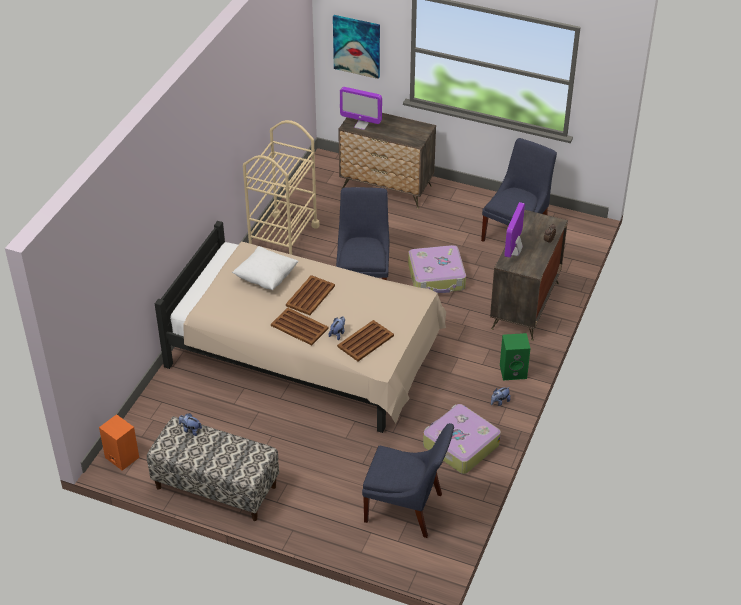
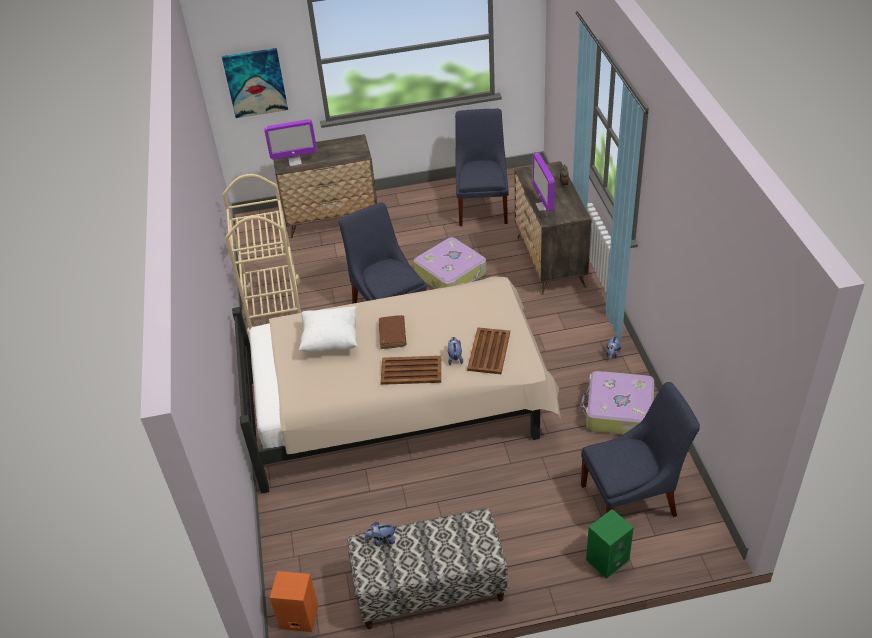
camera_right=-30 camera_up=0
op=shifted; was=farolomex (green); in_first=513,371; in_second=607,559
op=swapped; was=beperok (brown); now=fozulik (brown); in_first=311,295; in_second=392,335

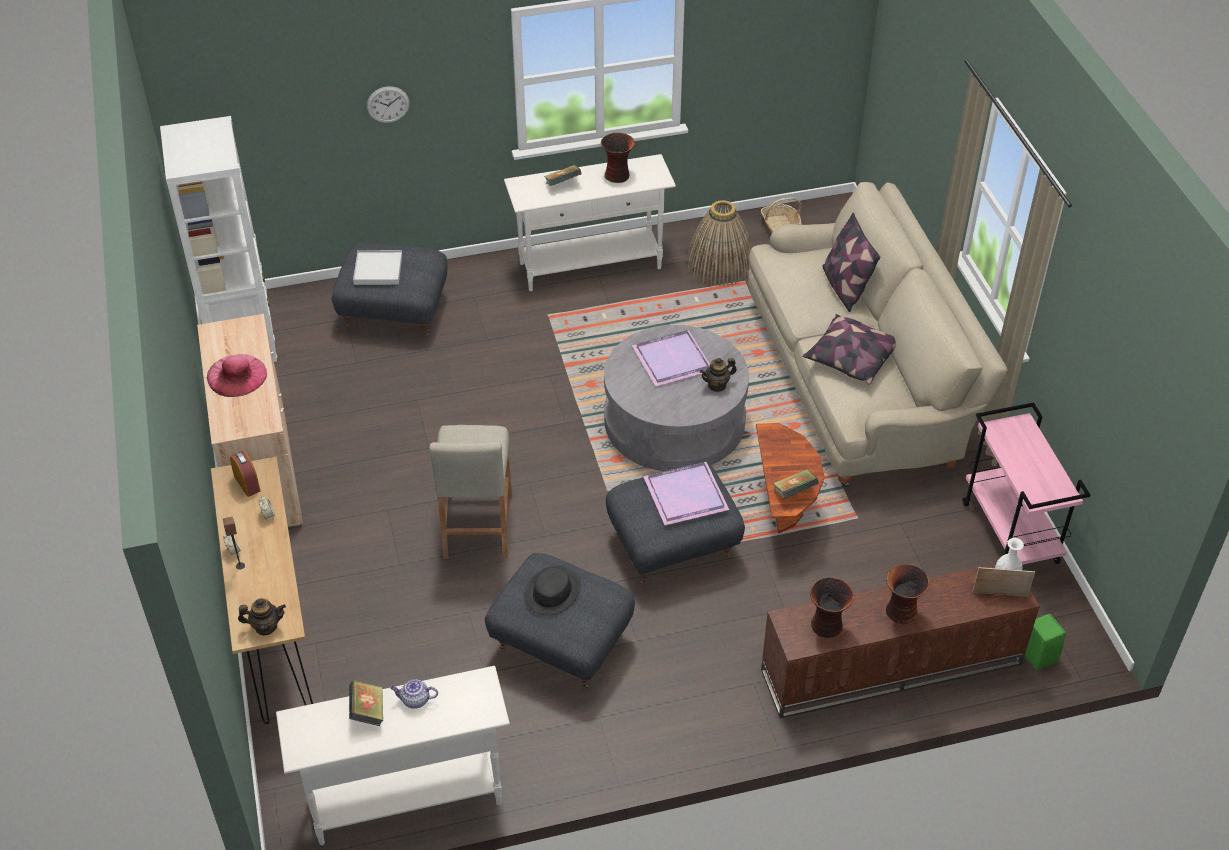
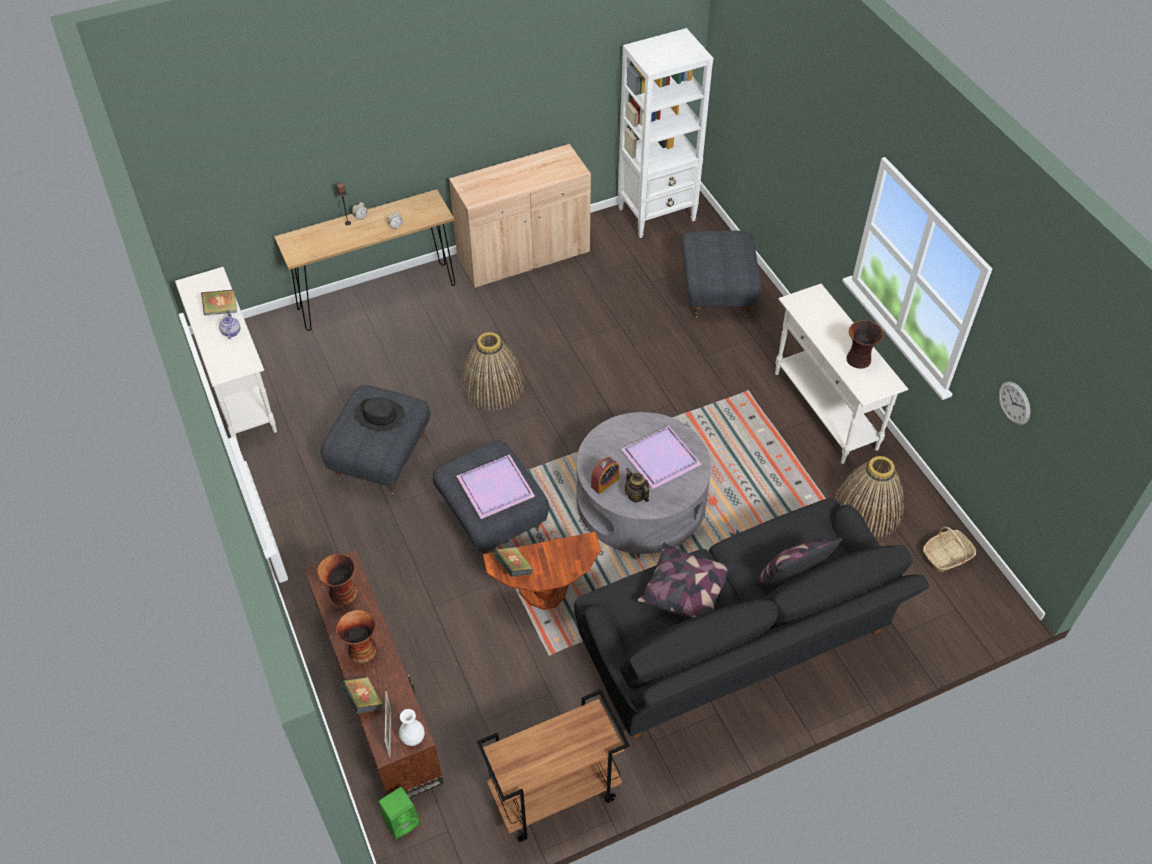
camera_right=80 camera_up=5
op=gone; was=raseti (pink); in_first=236,375
op=gone; was=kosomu; in_first=265,626
op=gone; was=beperok (white); in_first=378,270
op=shifted; was=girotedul; in_first=247,483; in_second=605,483
op=shifted; was=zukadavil; in_first=388,104; in_second=1014,403
op=shifted; was=fozulik; in_first=563,184; in_second=363,701
op=swapped; was=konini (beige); now=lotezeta; in_first=477,525; in_second=492,386
op=repainted; was=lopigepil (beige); now=lopigepil (black); in_first=858,380; in_second=736,644
op=repainted; was=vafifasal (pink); now=vafifasal (brown); in_first=1011,533; in_second=554,795

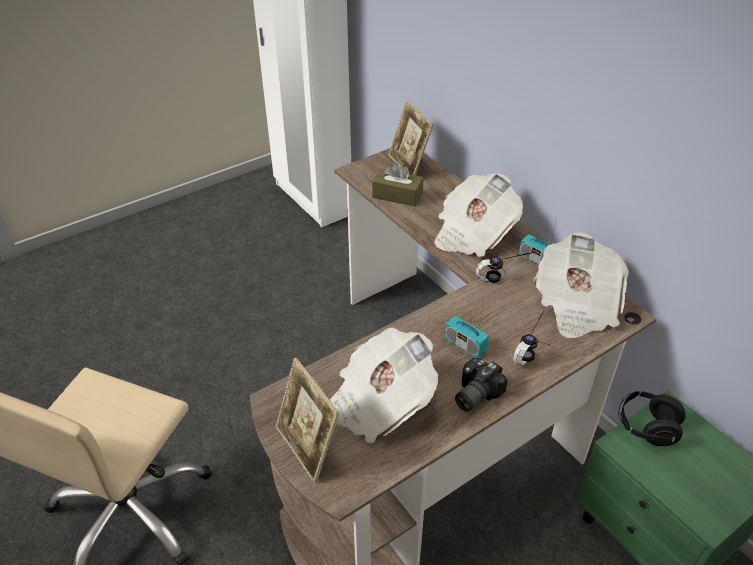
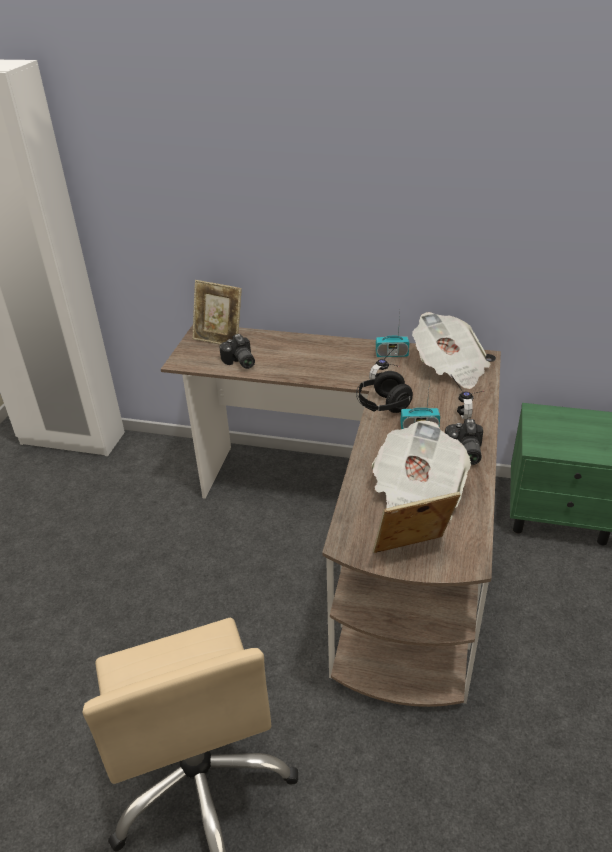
camera_right=-40 camera_up=-5
op=gone; was=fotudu; in_first=473,233
op=shifted; was=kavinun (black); in_first=646,427; in_second=382,406
op=swapped; was=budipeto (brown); now=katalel; in_first=397,195; in_second=239,362
op=rotated; was=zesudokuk; in_first=308,447; in_second=412,553; clockwise=150

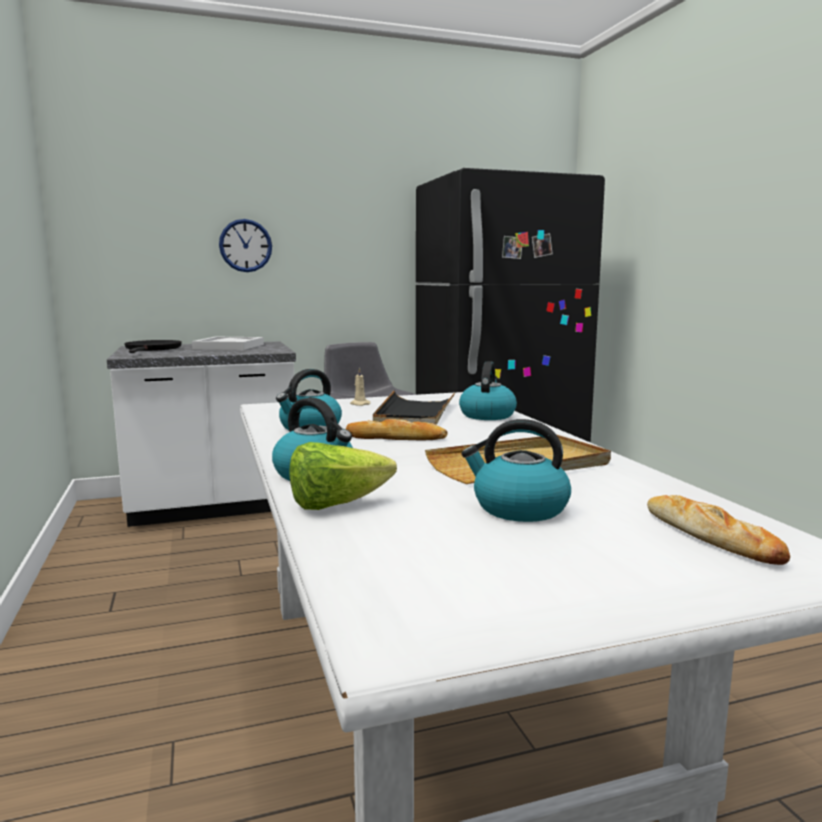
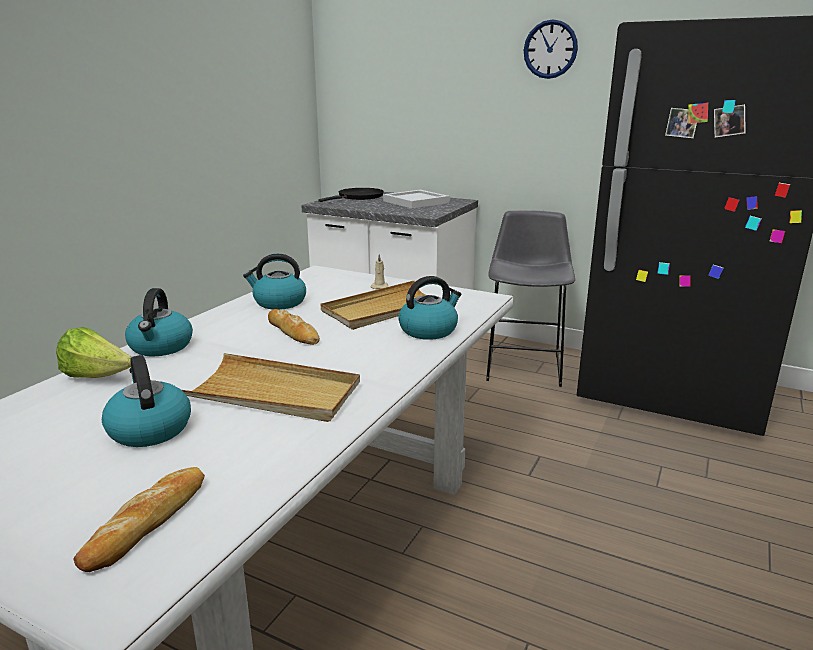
camera_right=45 camera_up=10
op=shifted; was=zukadavil; in_first=245,245; in_second=550,49
op=repainted; was=beperok (black); now=beperok (beige); in_first=414,413; in_second=385,309

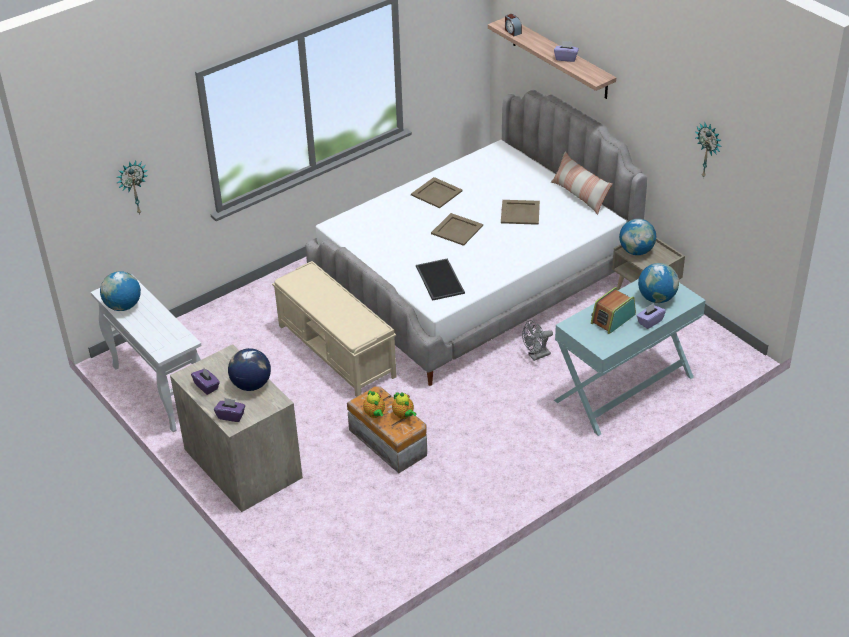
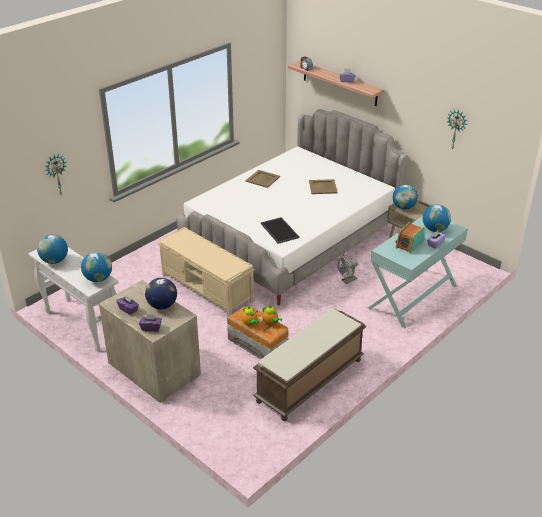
camera_right=-10 camera_up=-5
op=gone; was=beperok (beige); in_first=457,229
op=gone; was=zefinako; in_first=579,195
op=new; now=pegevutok; in_second=98,279
op=new; now=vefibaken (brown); in_second=310,381

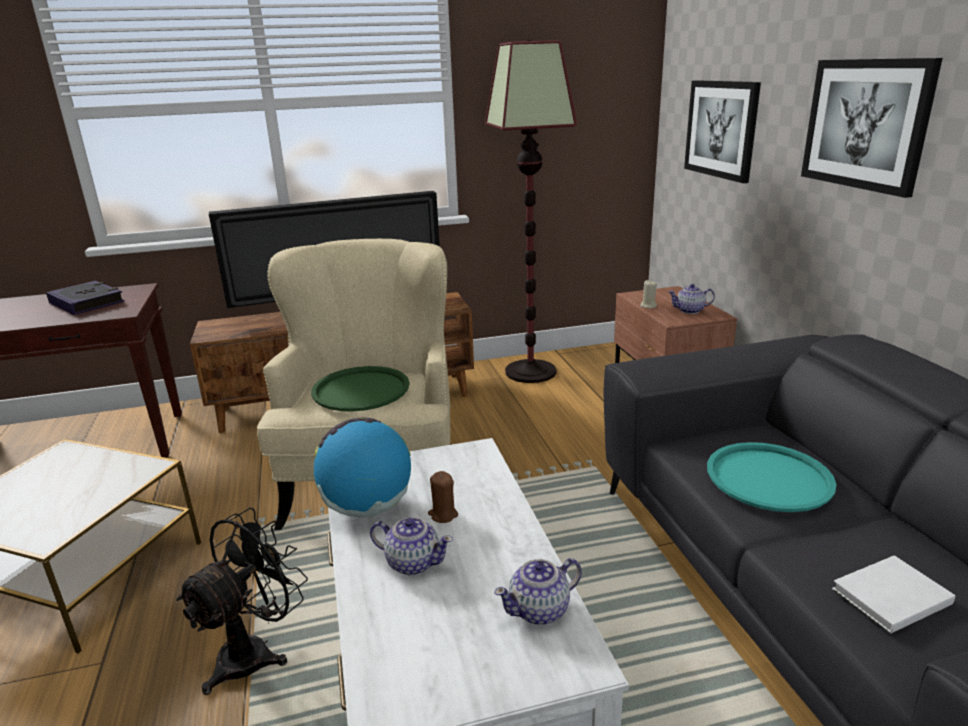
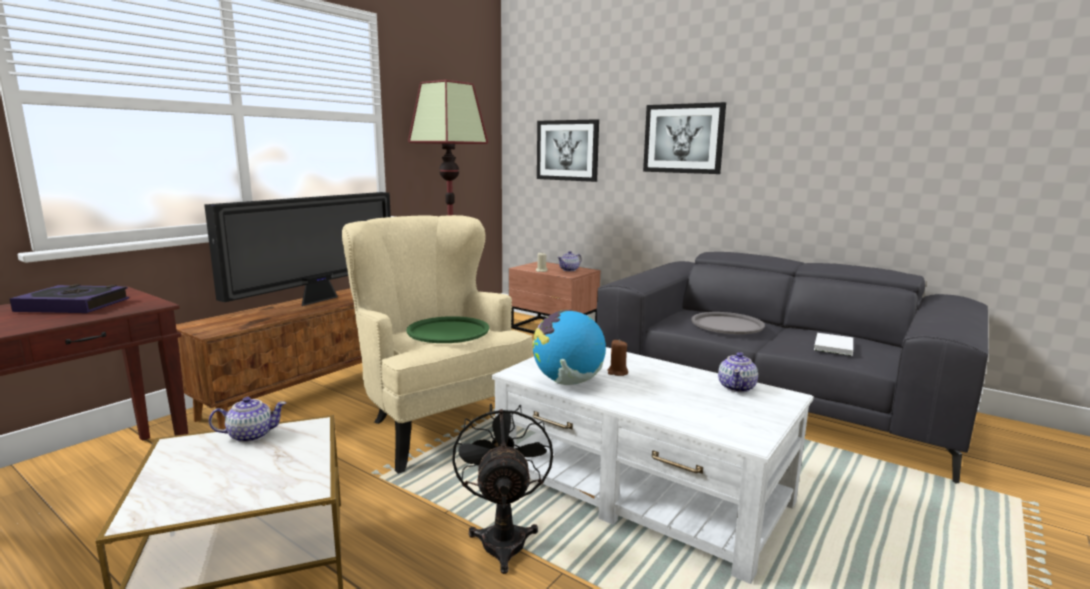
camera_right=-40 camera_up=-10
op=shifted; was=kosomu; in_first=413,562; in_second=250,435
op=repainted; was=beperok (turquoise); now=beperok (grey); in_first=769,478; in_second=727,324

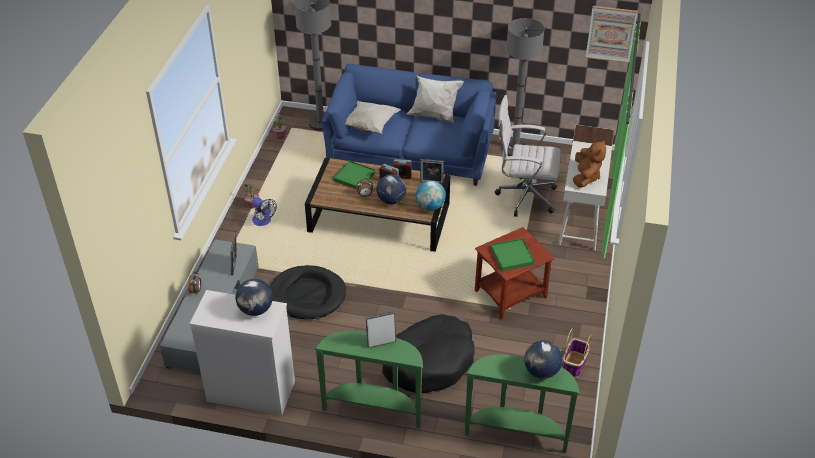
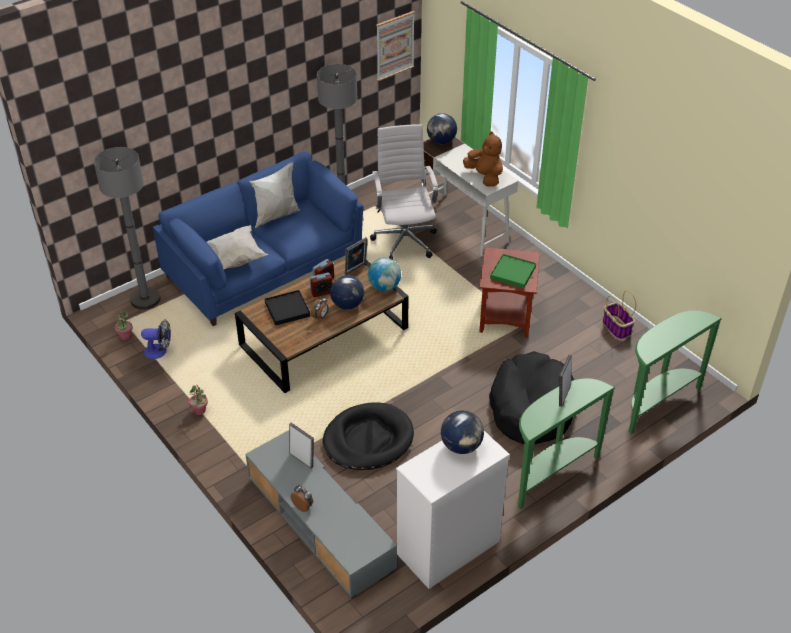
camera_right=-50 camera_up=0
op=shifted; was=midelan; in_first=263,221; in_second=159,351
op=shifted; was=pegevutok; in_first=541,371; in_second=441,141
op=repainted; was=beperok (green); now=beperok (black); in_first=354,177; in_second=287,309
op=rotated; was=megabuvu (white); in_first=523,197; in_second=404,240; clockwise=120

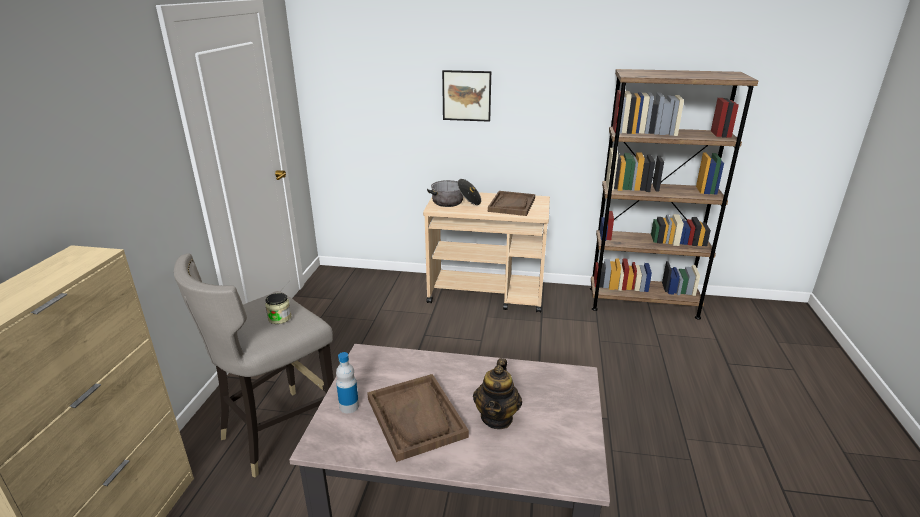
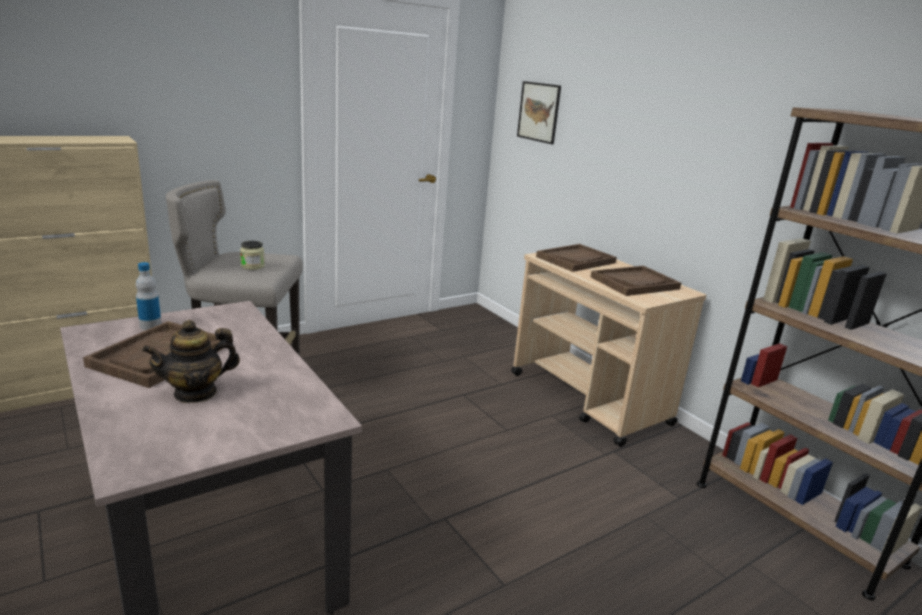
camera_right=45 camera_up=-5
op=shifted; was=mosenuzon; in_first=466,95; in_second=539,112
op=swapped; was=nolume; now=beperok (brown); in_first=455,202; in_second=575,260

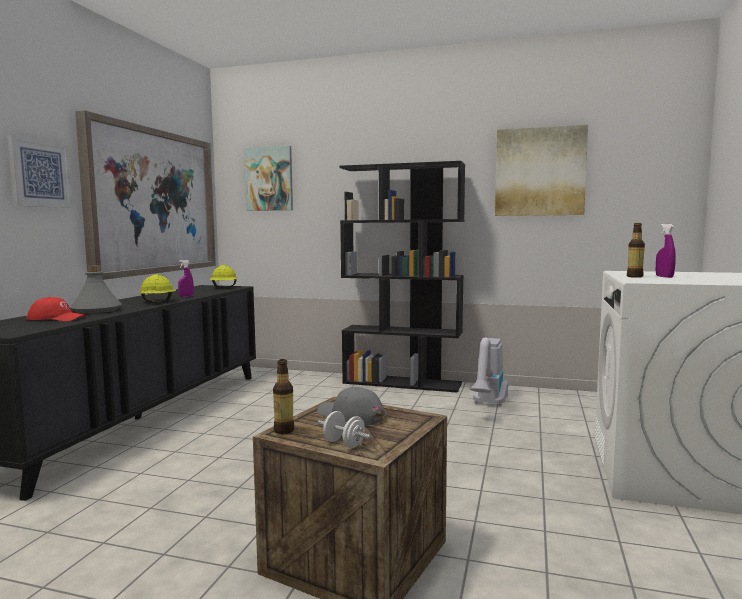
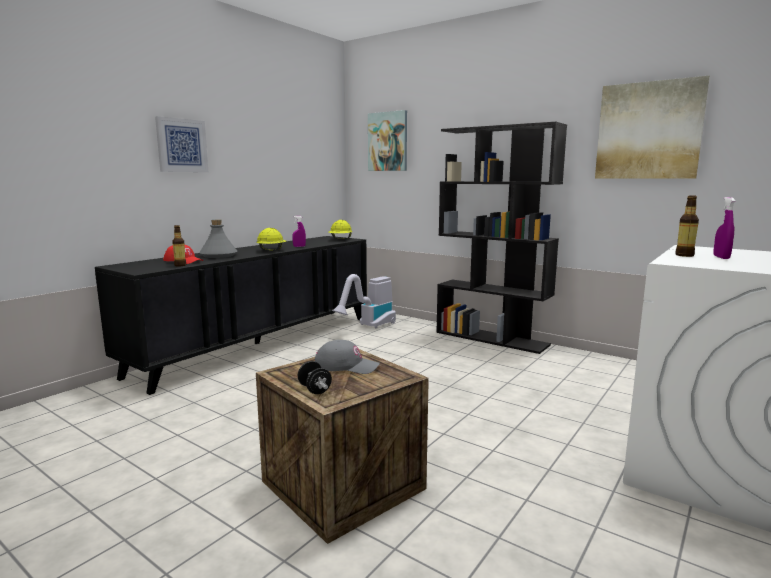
camera_right=20 camera_up=5
op=gone; was=mosenuzon; in_first=153,202
op=shifted; was=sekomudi; in_first=284,430; in_second=180,265
op=shifted; was=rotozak; in_first=488,405; in_second=368,327
op=repainted; was=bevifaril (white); now=bevifaril (black); in_first=344,444; in_second=314,389
op=rotated; was=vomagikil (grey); in_first=350,416; in_second=346,366; clockwise=135

